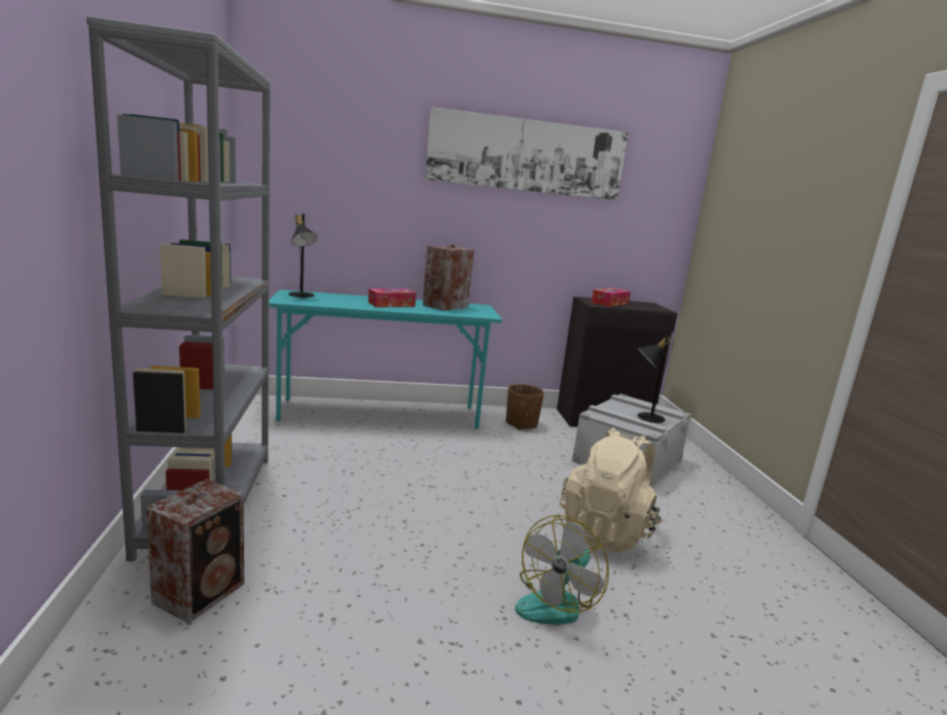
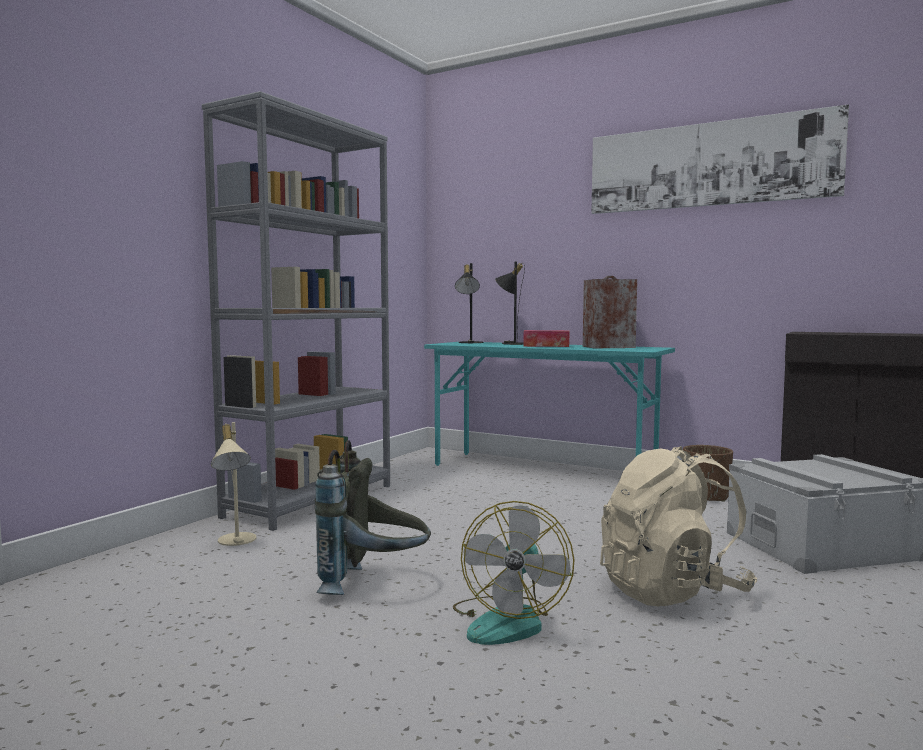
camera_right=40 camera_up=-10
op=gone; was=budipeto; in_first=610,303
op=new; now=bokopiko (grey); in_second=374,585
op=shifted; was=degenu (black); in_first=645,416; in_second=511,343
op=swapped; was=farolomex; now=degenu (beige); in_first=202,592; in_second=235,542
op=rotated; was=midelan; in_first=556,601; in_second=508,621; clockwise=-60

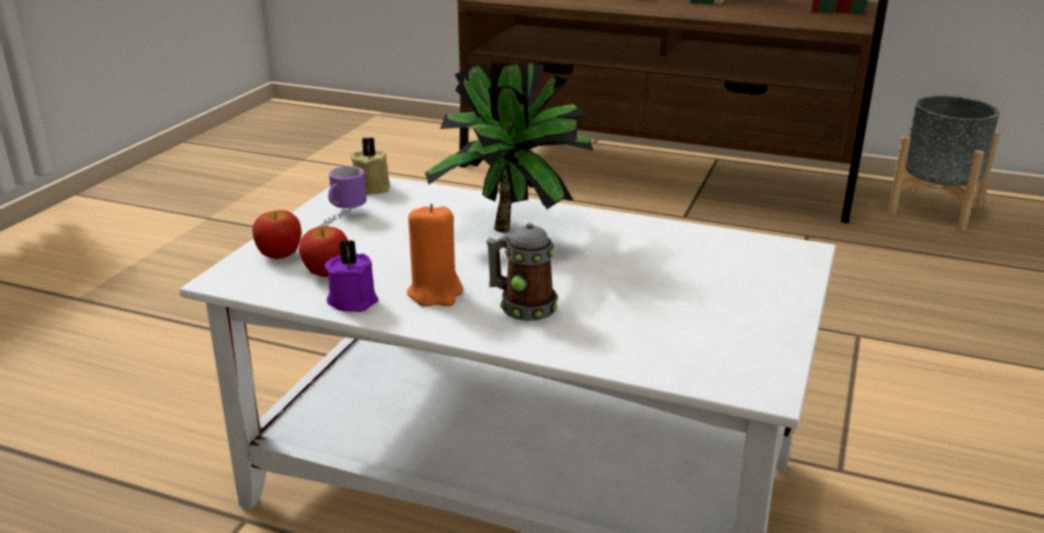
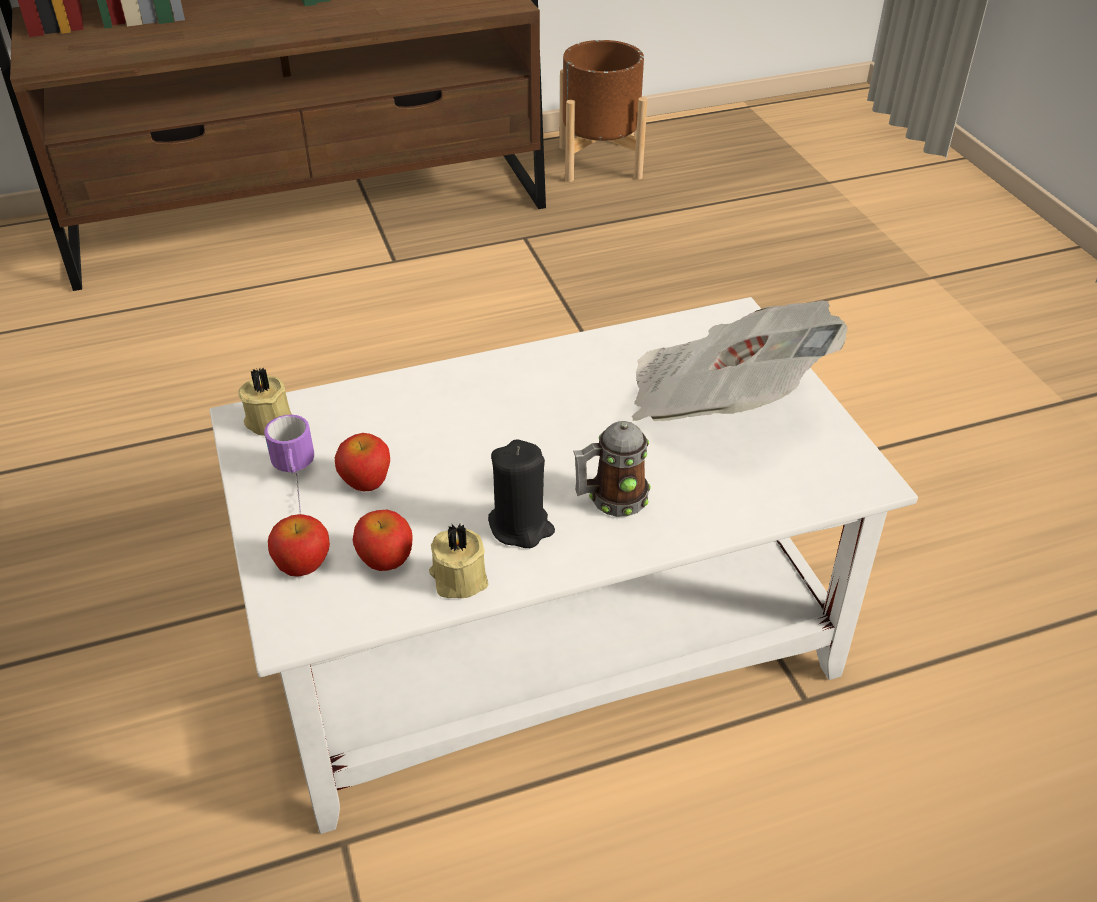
camera_right=-40 camera_up=15
op=gone; was=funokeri; in_first=515,229
op=new; now=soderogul; in_second=366,481
op=new; now=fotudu; in_second=721,403
op=repainted; was=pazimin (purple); now=pazimin (beige); in_first=353,300; in_second=458,578
op=repainted; was=pazimin (orange); now=pazimin (black); in_first=435,293; in_second=521,526
op=repainted; was=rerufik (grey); now=rerufik (brown); in_first=935,209; in_second=600,161

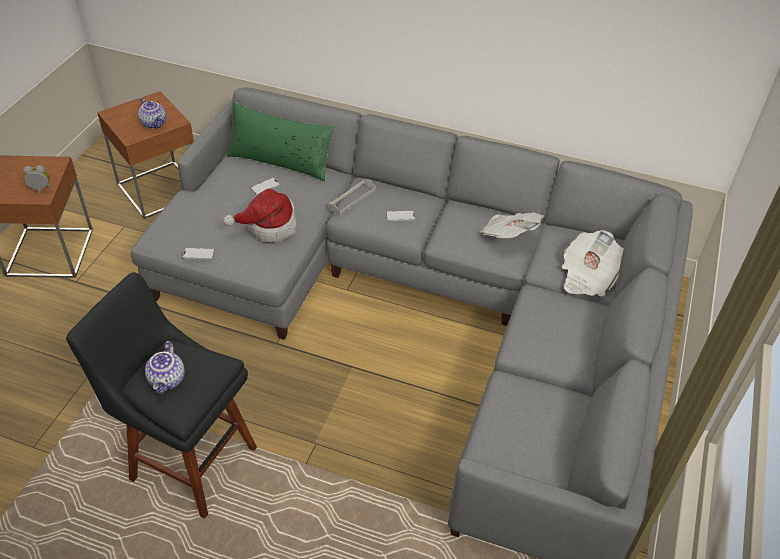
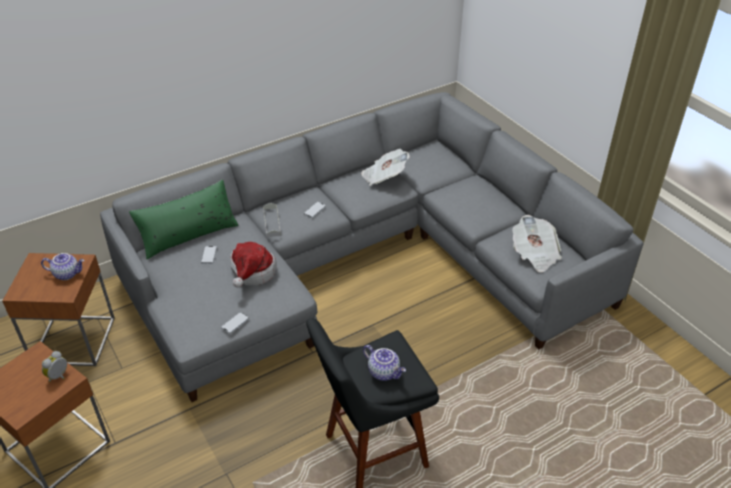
camera_right=-50 camera_up=-5
op=shifted; was=fotudu; in_first=587,276; in_second=534,254

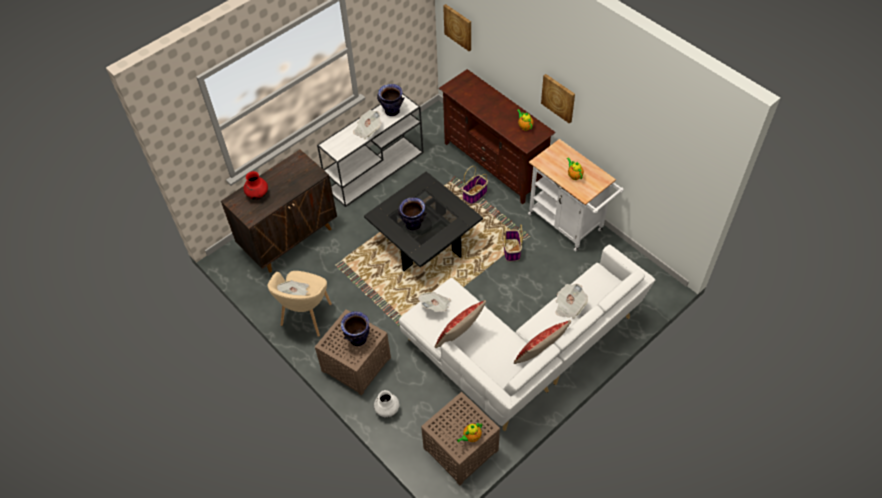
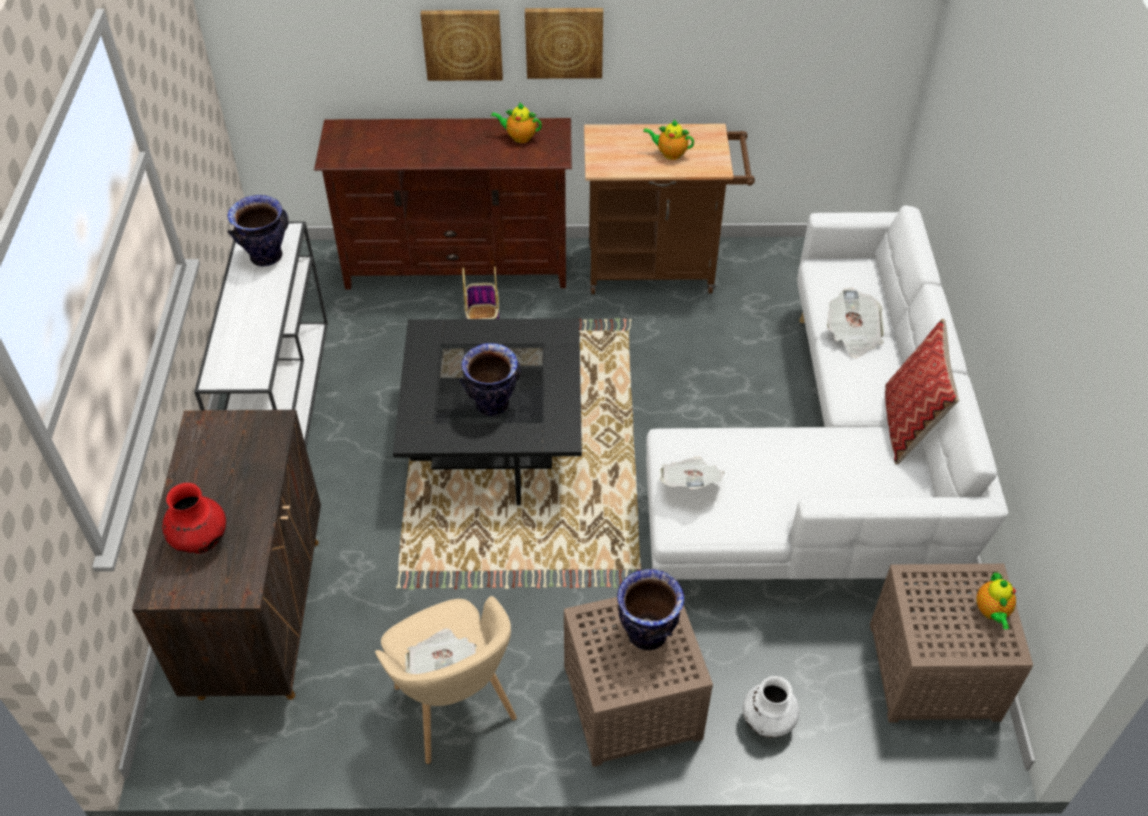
camera_right=-50 camera_up=-5
op=gone; was=fotudu; in_first=367,130
op=gone; was=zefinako; in_first=459,337
op=gone; was=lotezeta; in_first=512,250
op=shifted; was=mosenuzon; in_first=458,27; in_second=462,44
op=repainted; was=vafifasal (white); now=vafifasal (brown); in_first=569,224; in_second=659,268

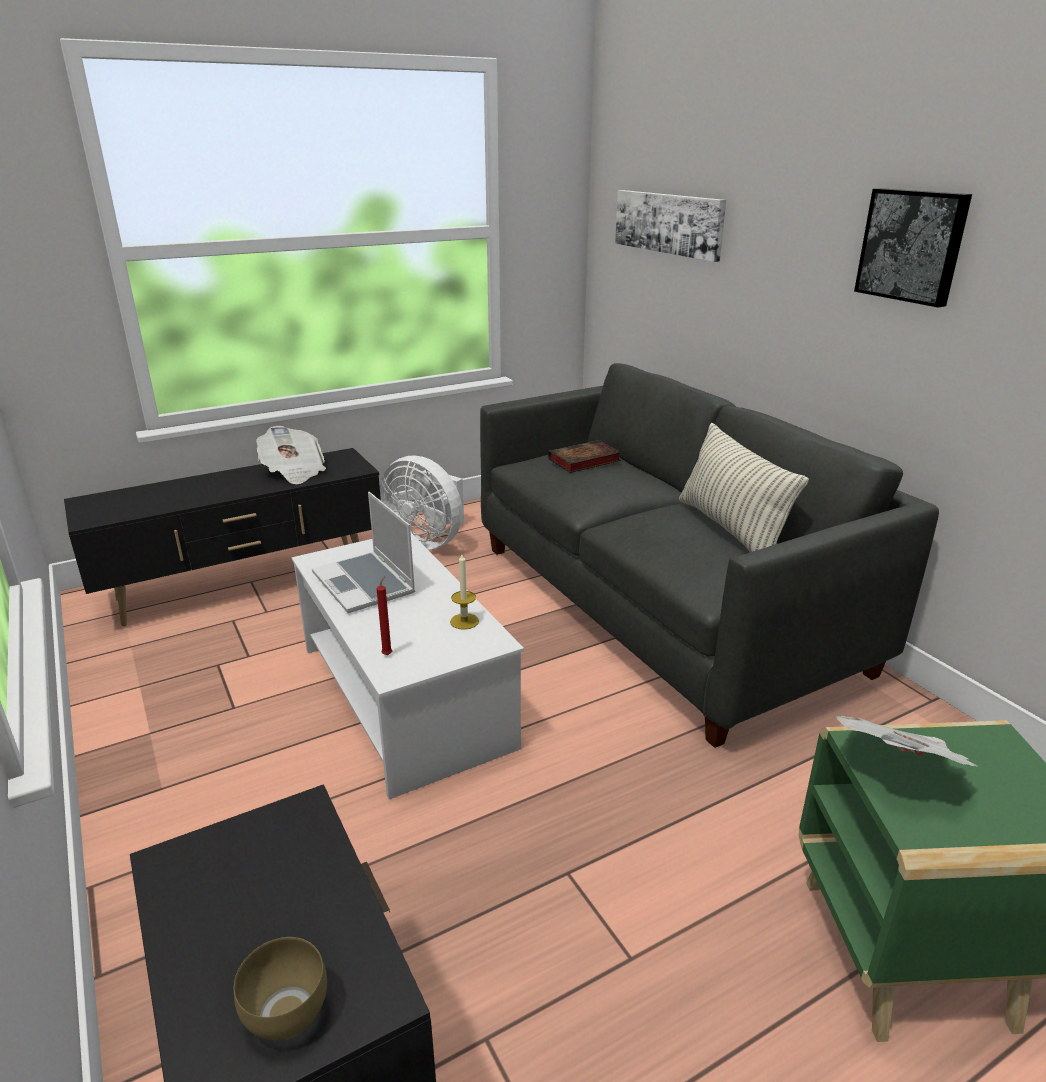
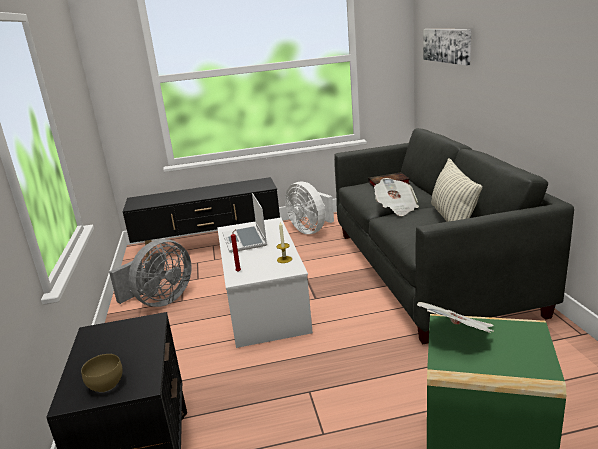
camera_right=20 camera_up=-5
op=gone; was=mosenuzon; in_first=912,246
op=new; now=midelan (grey); in_second=160,301
op=shifted; was=fotudu; in_first=293,472; in_second=396,208

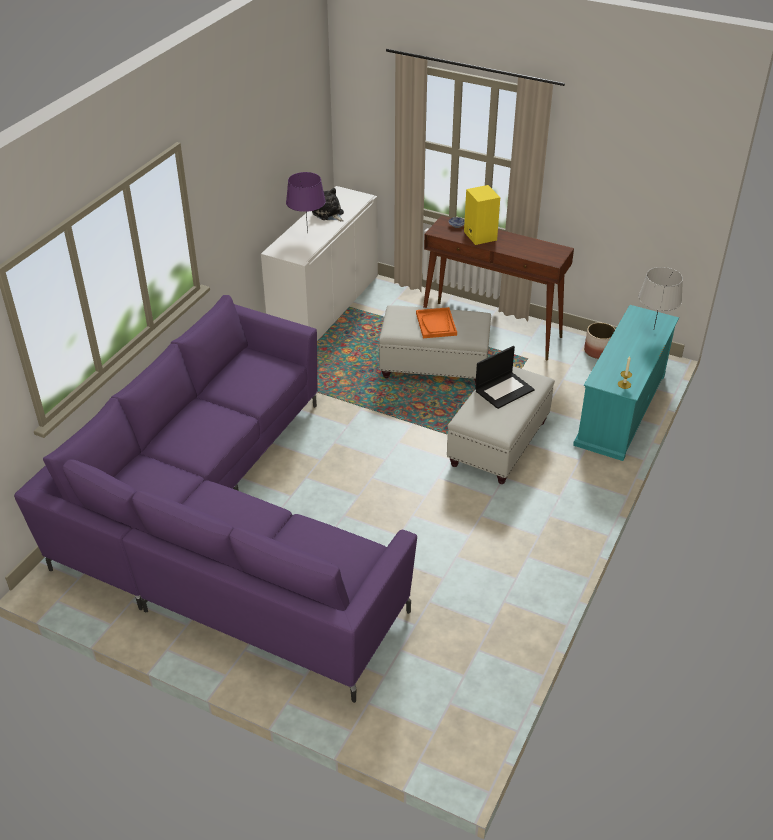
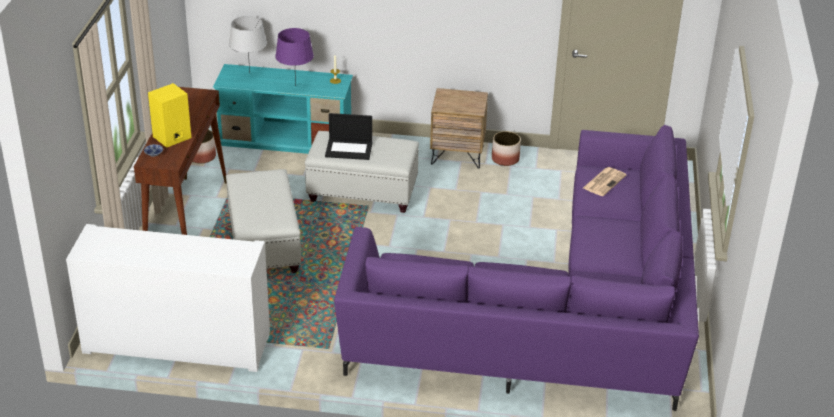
camera_right=-110 camera_up=-5
op=gone; was=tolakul; in_first=328,214
op=gone; was=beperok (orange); in_first=436,324
op=new; now=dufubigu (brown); in_second=457,155
op=new; now=rerufik; in_second=505,159
op=new; now=fotudu; in_second=604,181
op=shifted; was=degenu (purple); in_first=307,233; in_second=295,86
op=rotated; was=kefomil; in_first=504,390; in_second=349,149; clockwise=150

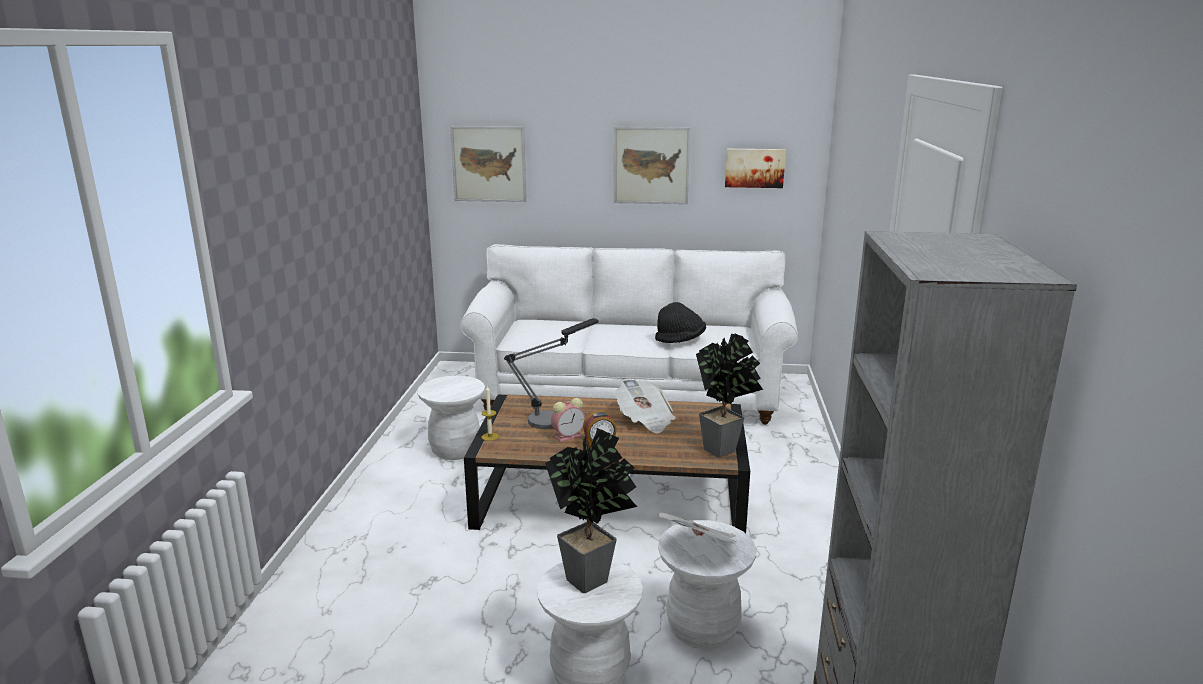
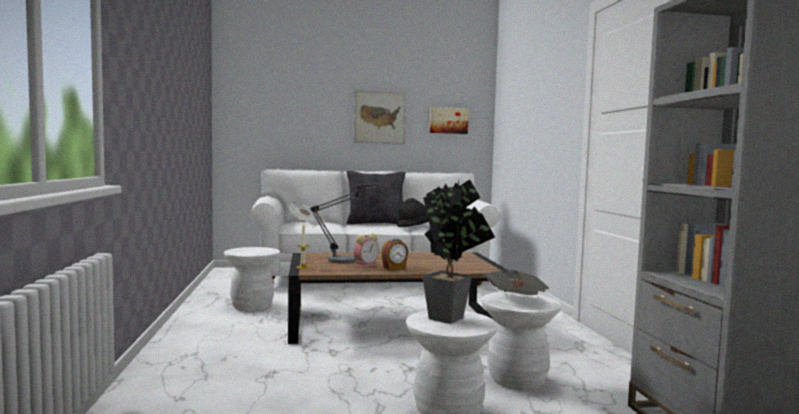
camera_right=-15 camera_up=-15
op=gone; was=mosenuzon; in_first=489,164
op=gone; was=funokeri; in_first=725,450
op=new; now=zefinako (black); in_second=376,223
op=shifted; was=fotudu; in_first=645,420; in_second=306,224

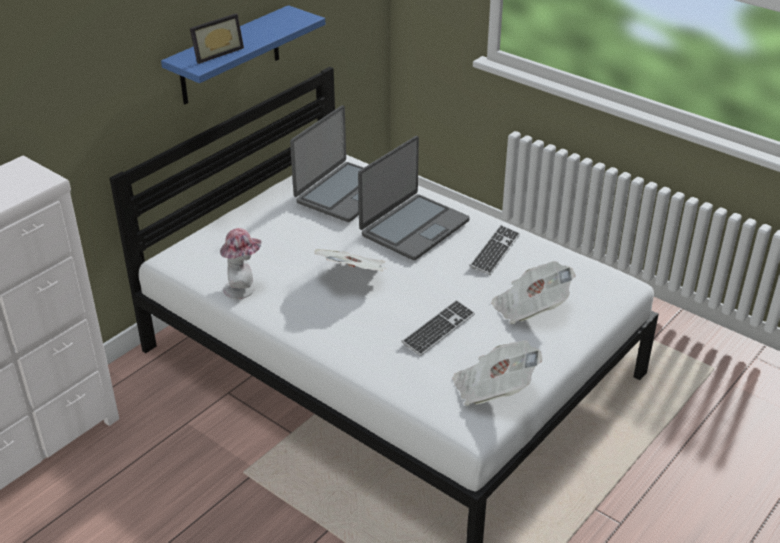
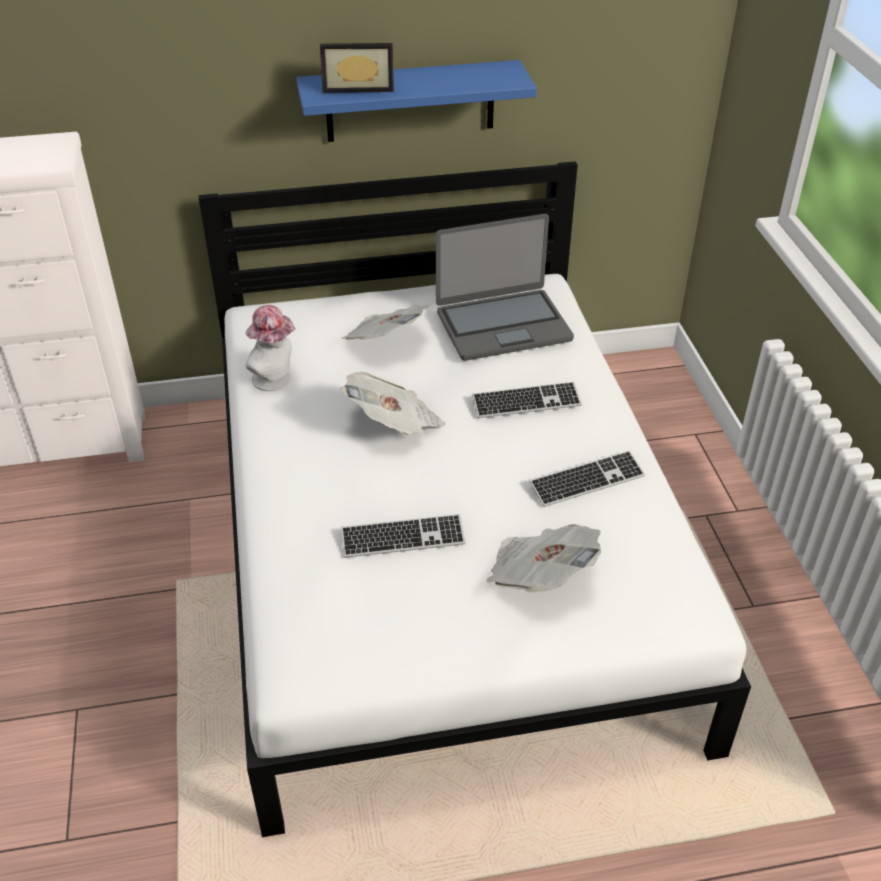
camera_right=40 camera_up=5
op=shifted; was=fotudu; in_first=493,389; in_second=385,341
op=swapped; was=kefomil; now=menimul; in_first=413,227; in_second=526,402

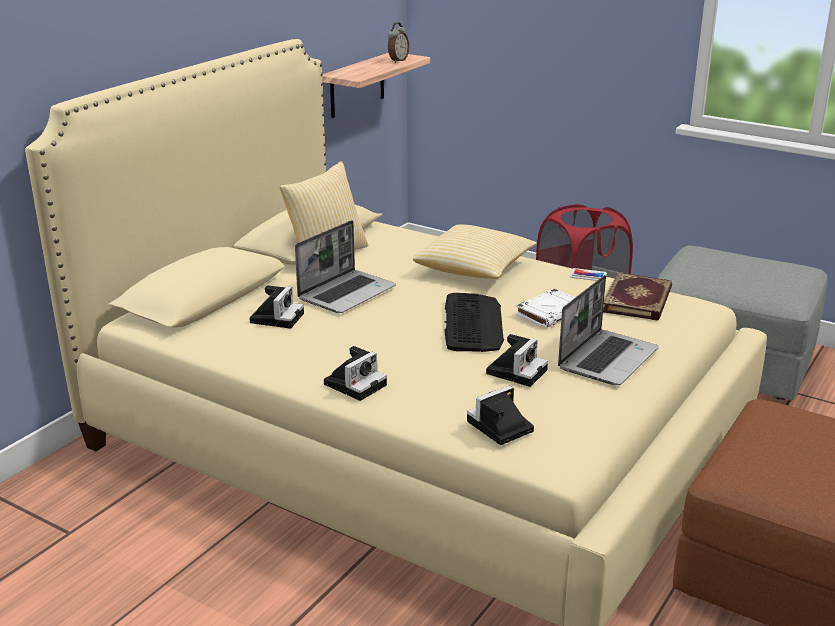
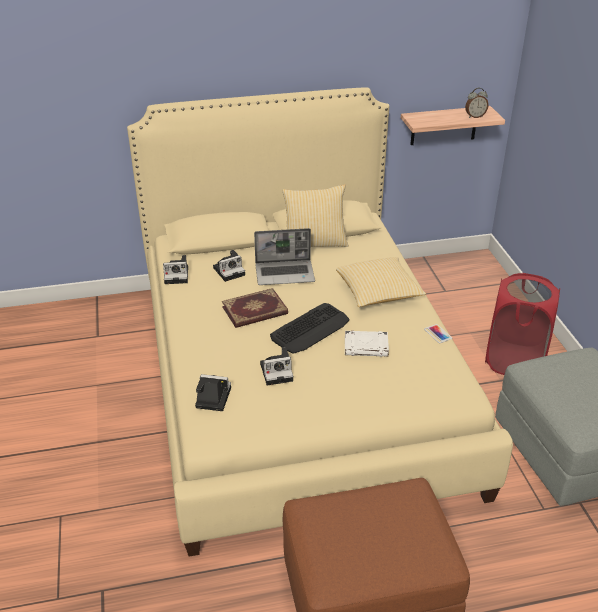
camera_right=45 camera_up=10
op=gone; was=kefomil; in_first=607,358
op=shifted; was=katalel; in_first=356,383; in_second=177,275
op=shifted; was=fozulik; in_first=638,300; in_second=255,311

